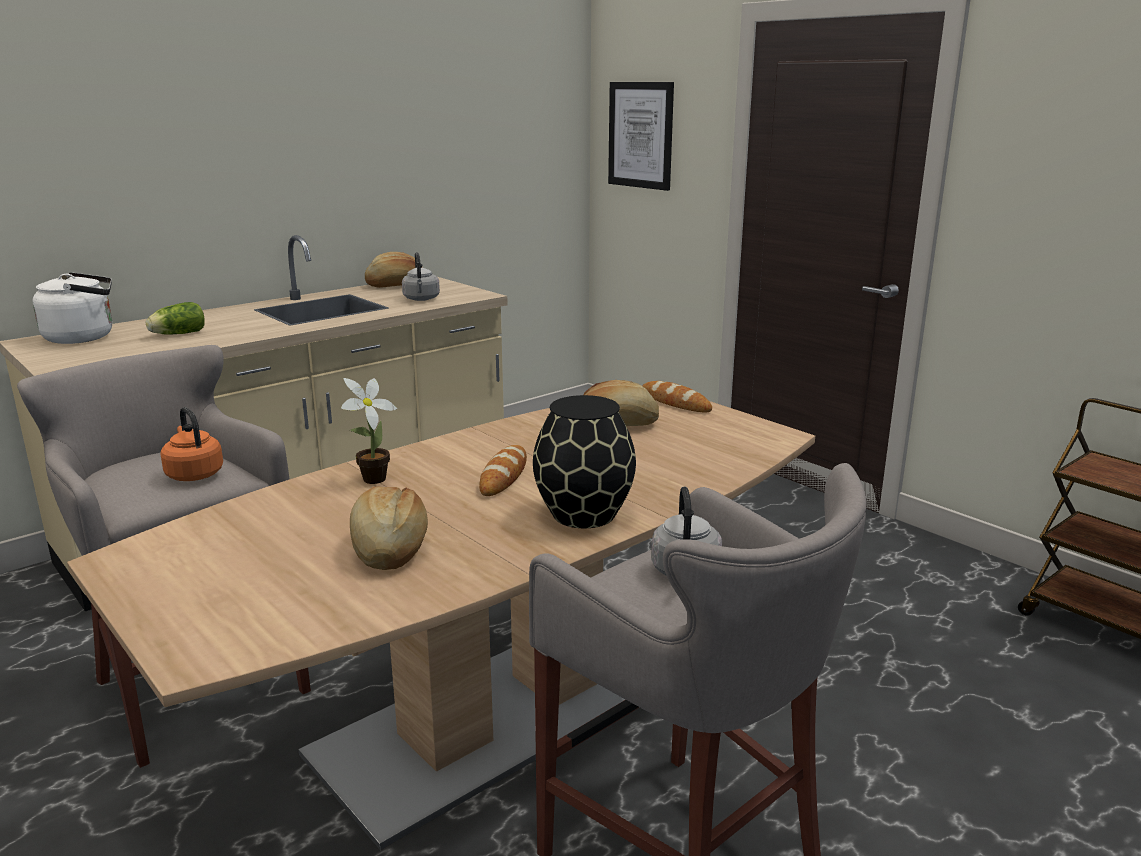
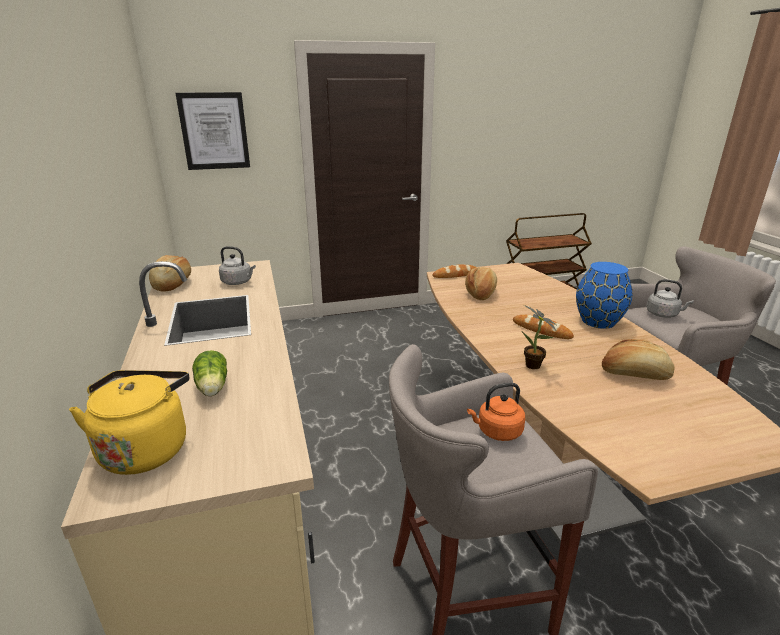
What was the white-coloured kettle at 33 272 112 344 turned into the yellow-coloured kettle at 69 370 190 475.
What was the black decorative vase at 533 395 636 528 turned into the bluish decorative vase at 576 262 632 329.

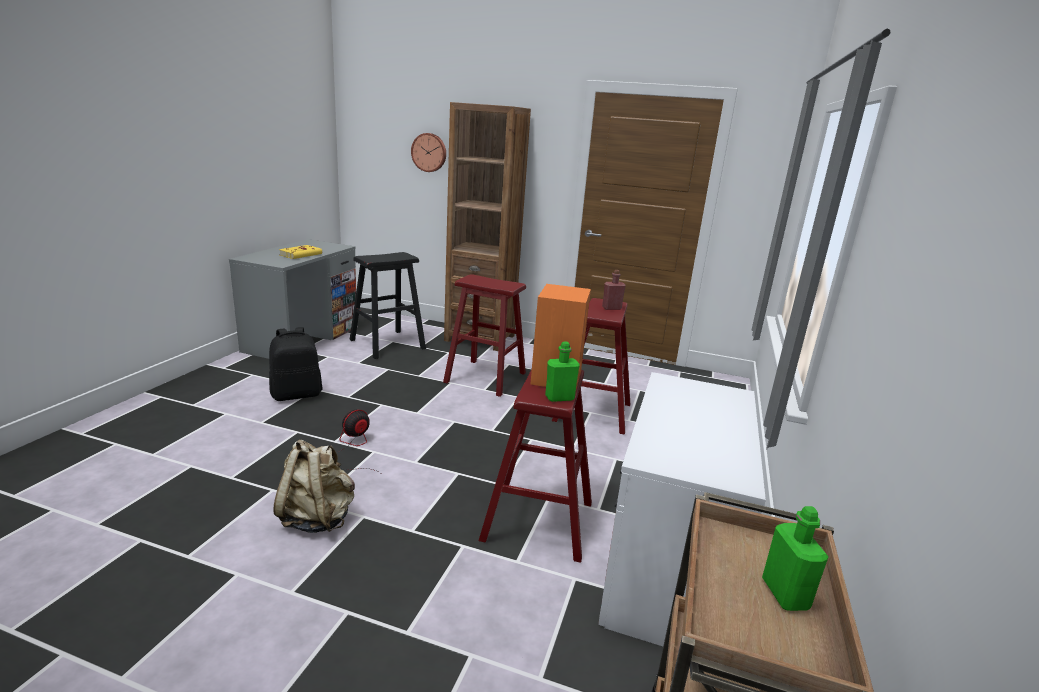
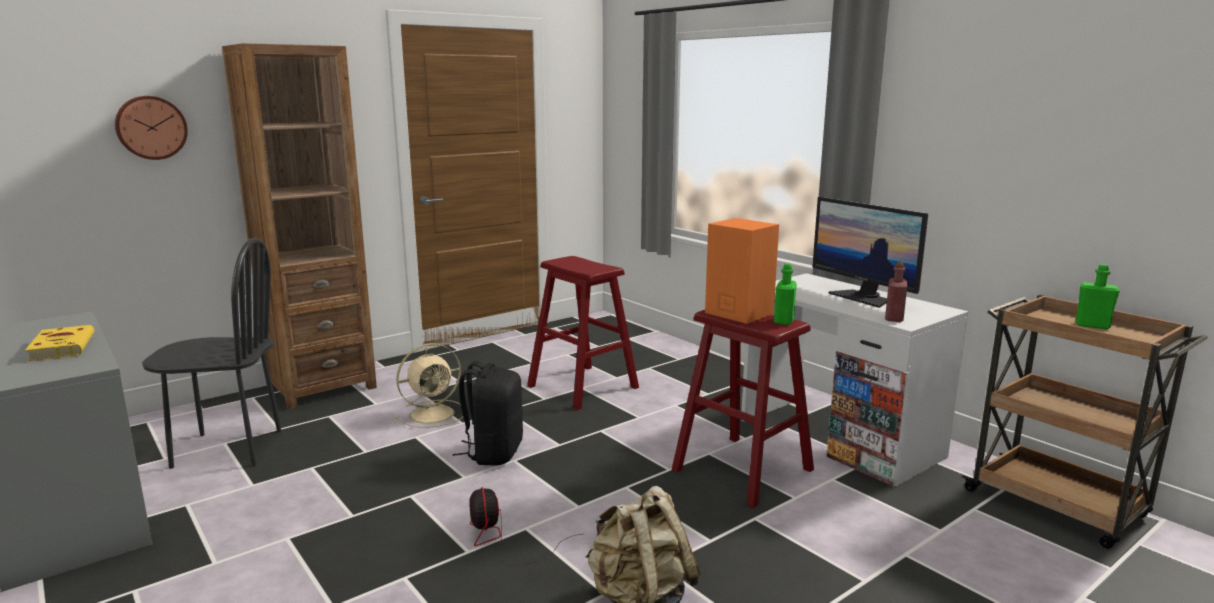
Where the black stool stood at 350 252 426 359, the black plain chair came to stand at 142 237 281 469.
Where the reddish stool stood at 443 274 526 397, the beige electric fan came to stand at 394 343 463 428.
The black backpack ended up elsewhere, having gone from 269 327 323 401 to 453 361 523 466.
The second view gained the computer screen at 812 197 928 308.
The reddish beverage bottle ended up elsewhere, having gone from 602 270 626 310 to 885 262 907 322.

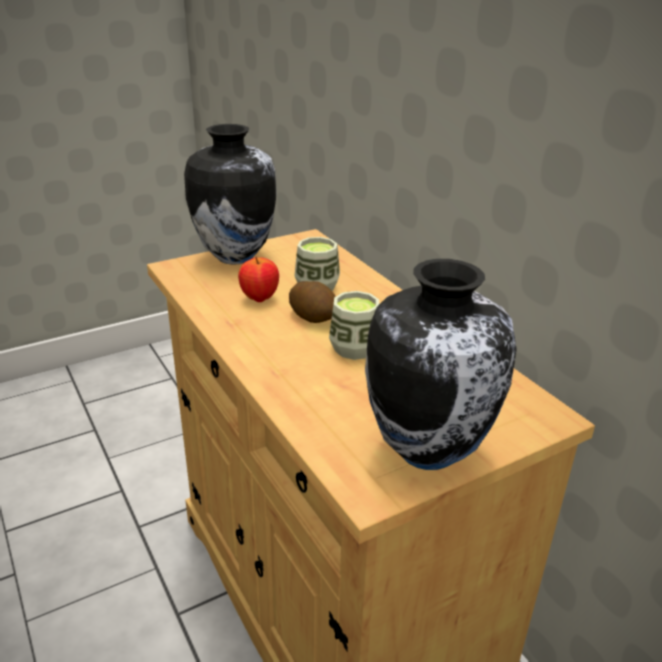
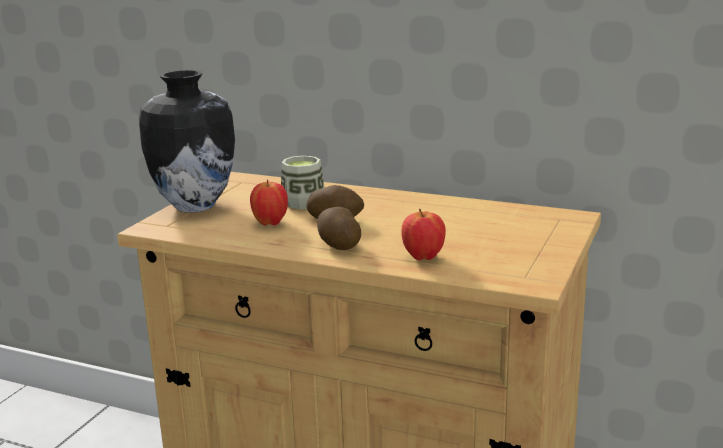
The second view gained the potato at 317 207 361 250.
The second view gained the apple at 401 209 446 260.
The second view lost the small cup at 329 291 379 360.
The second view lost the decorative vase at 365 259 517 470.

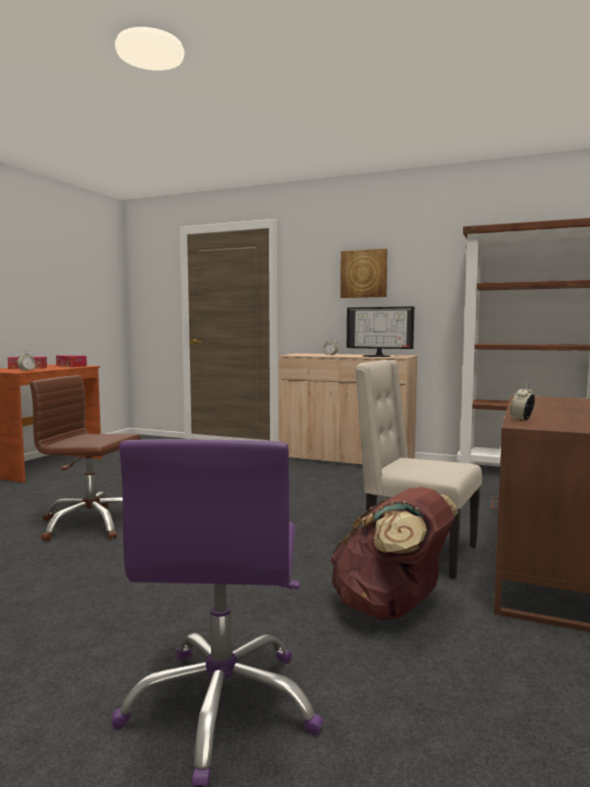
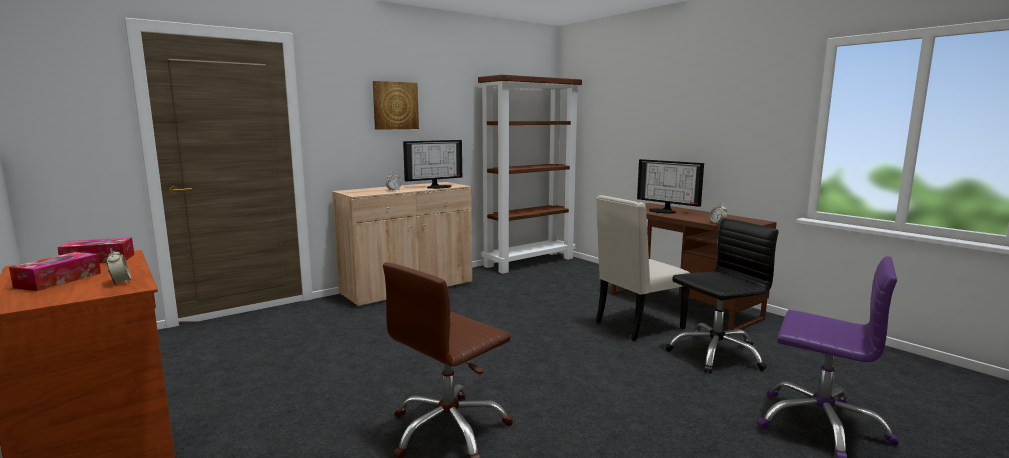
The second view gained the computer screen at 637 159 704 214.
Where the brown-coloured backpack stood at 330 487 458 619, the black computer chair came to stand at 665 218 779 374.

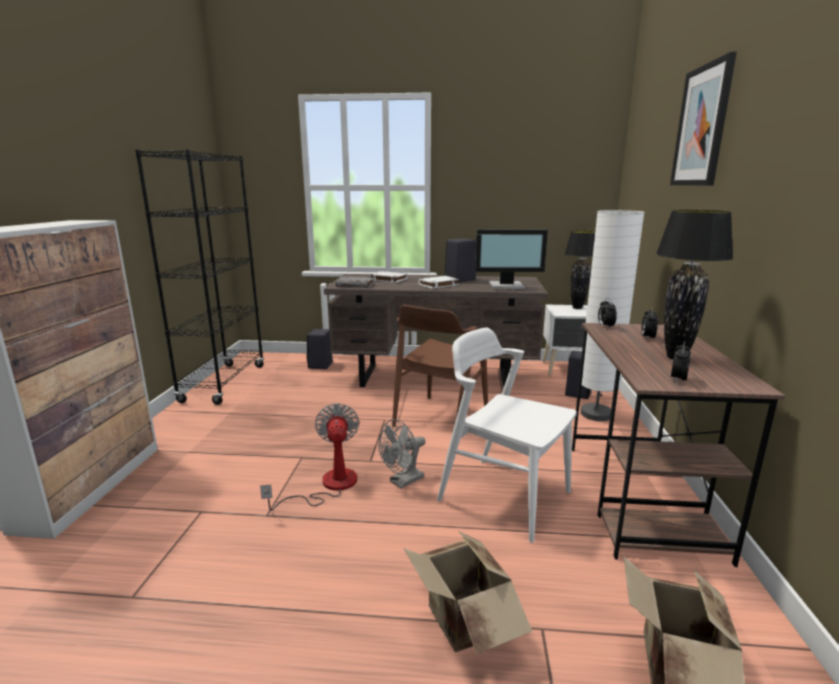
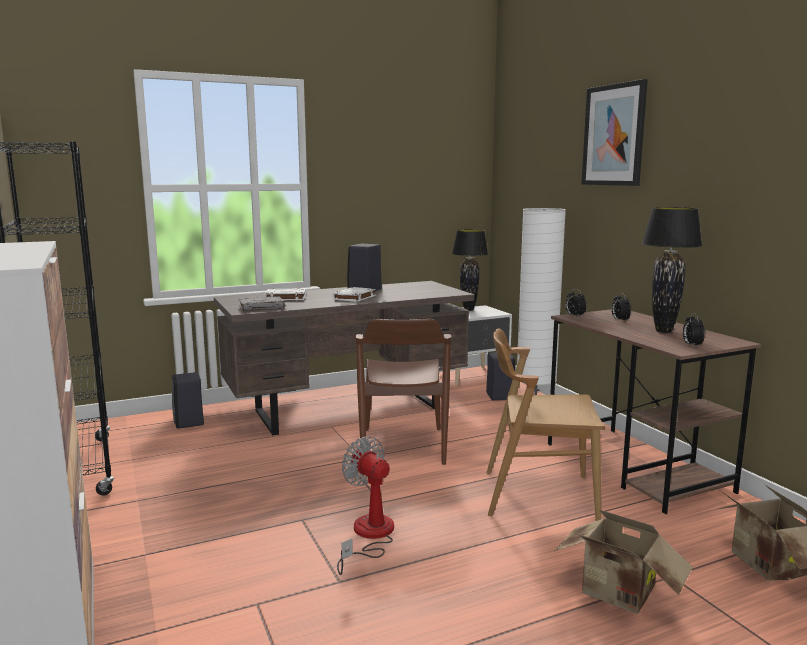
What was the white-coloured plain chair at 437 327 577 543 turned into the brown-coloured plain chair at 486 328 605 521.
The second view lost the grey electric fan at 378 419 426 489.
The second view lost the computer screen at 475 229 548 289.

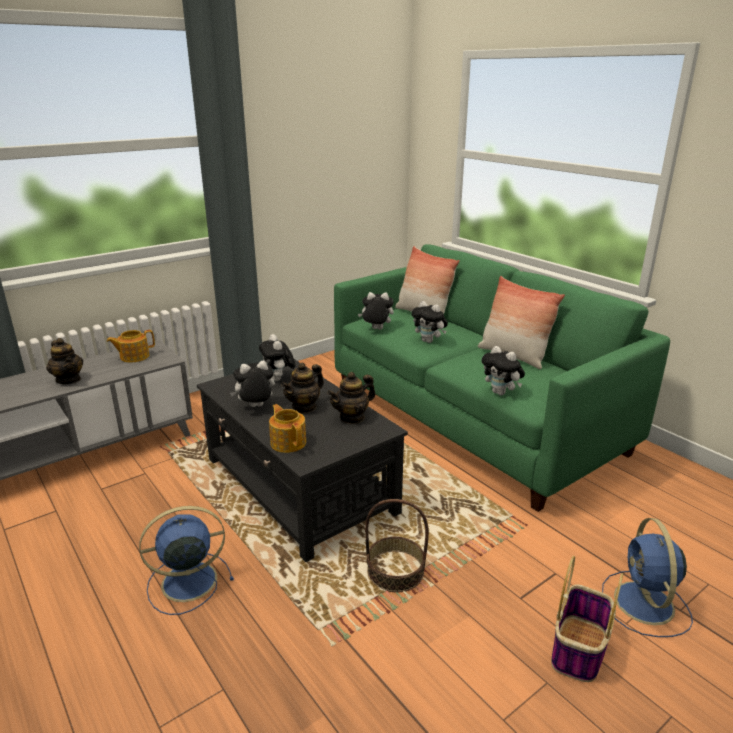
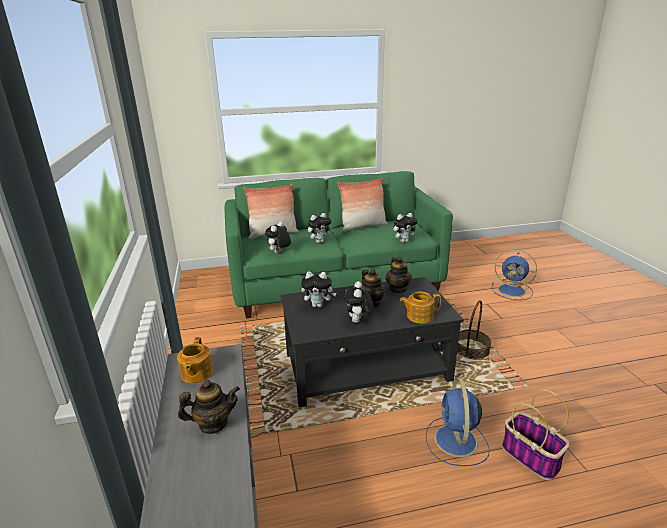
The basket ended up elsewhere, having gone from 551 556 623 682 to 502 389 569 480.

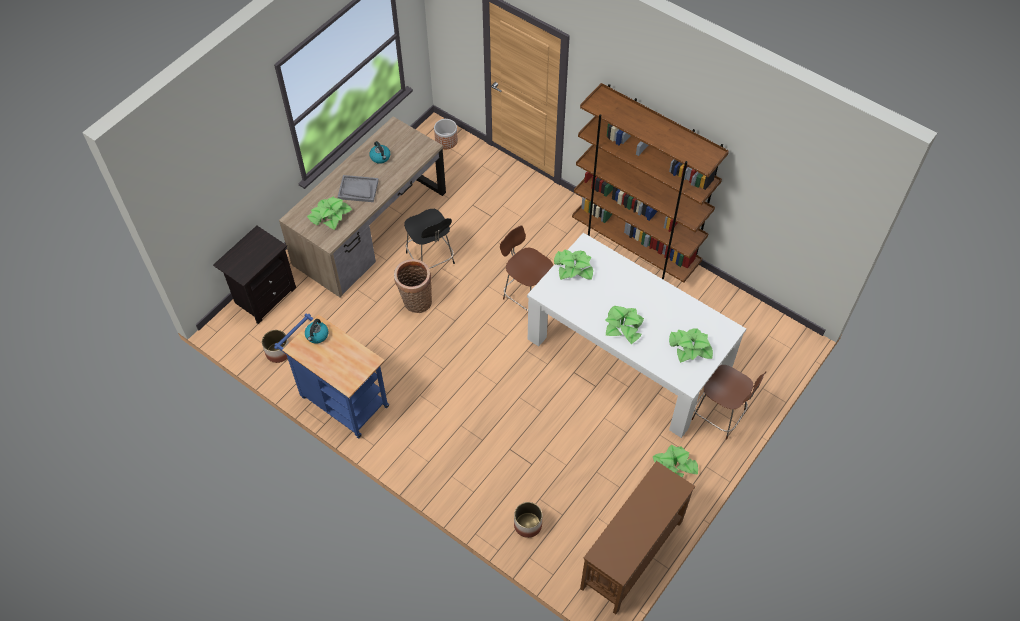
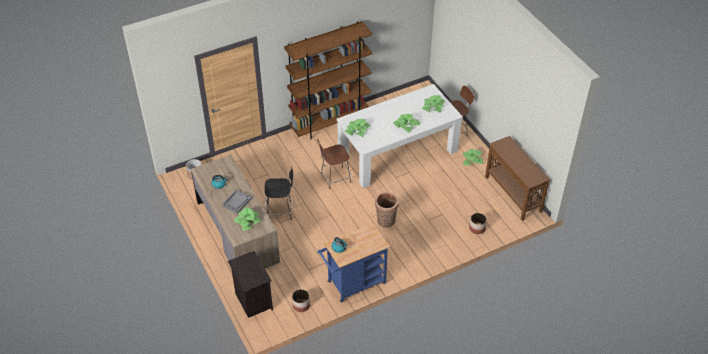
The basket ended up elsewhere, having gone from 394 259 432 313 to 375 192 399 228.

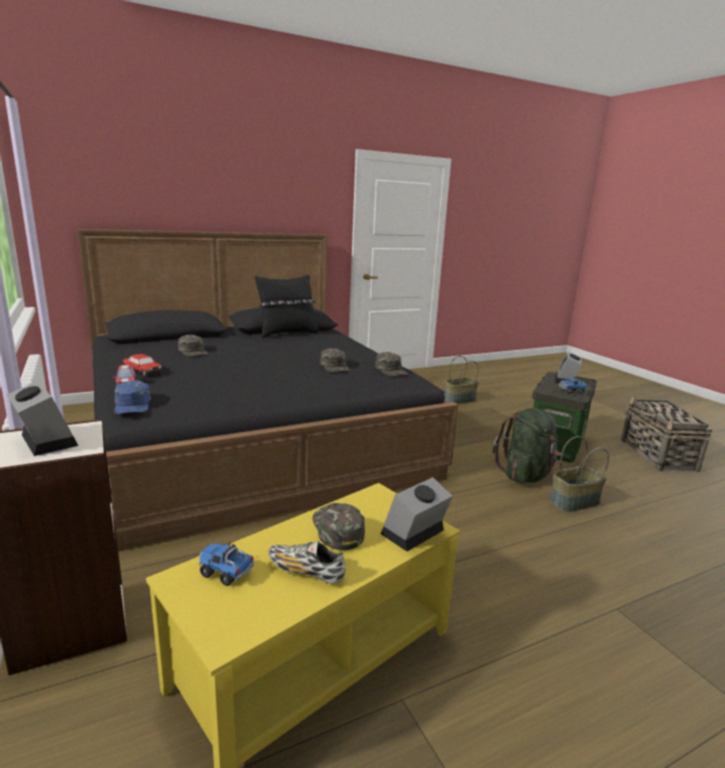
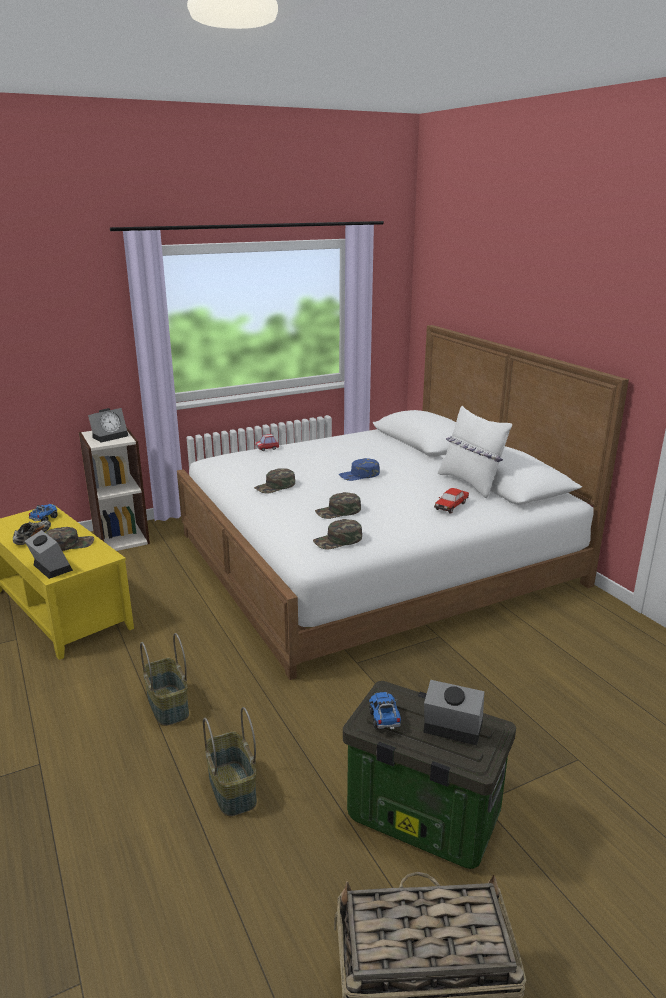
The basket ended up elsewhere, having gone from 444 356 479 404 to 140 633 189 726.
What was the black sleeping bed at 77 229 458 552 turned into the white-coloured sleeping bed at 177 325 629 680.
The greenish cap ended up elsewhere, having gone from 178 335 208 357 to 254 468 295 494.
The bluish cap ended up elsewhere, having gone from 114 380 151 414 to 339 458 380 481.
The miniature car ended up elsewhere, having gone from 123 354 163 377 to 434 488 469 514.
What was the black pillow at 255 275 318 338 turned into the white-coloured pillow at 438 406 512 498.
The second view lost the greenish backpack at 493 408 561 483.

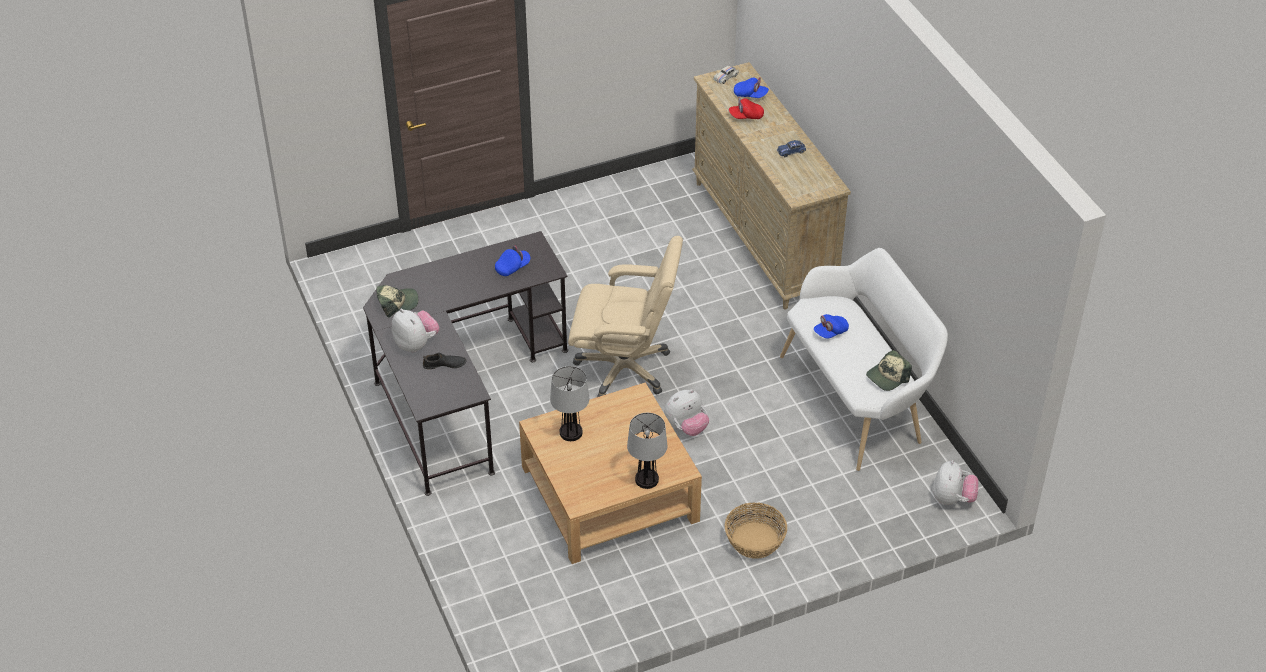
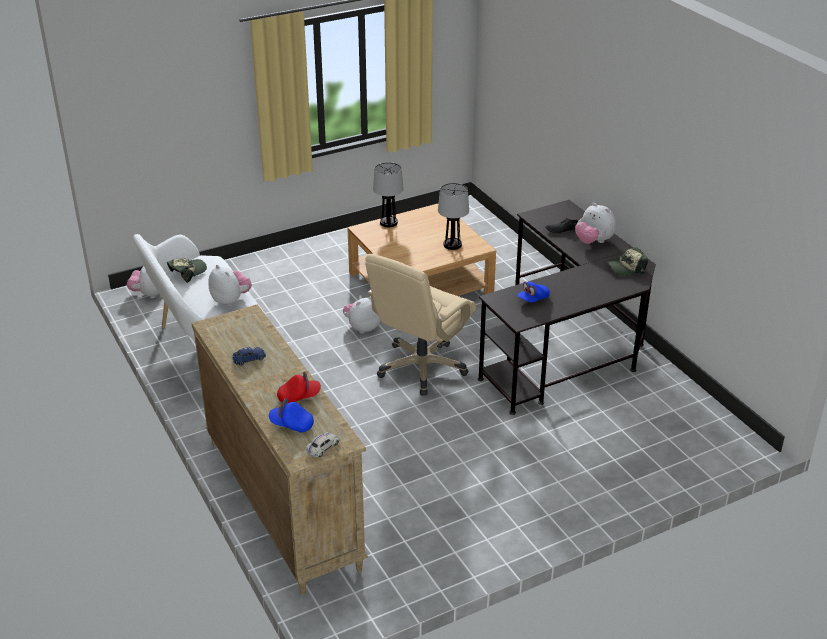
Where the bluish cap stood at 814 314 849 339, the plush toy came to stand at 209 265 252 307.
The beige computer chair at 568 236 683 397 ended up facing another way, 60 degrees counterclockwise from before.
The second view lost the basket at 725 503 787 559.

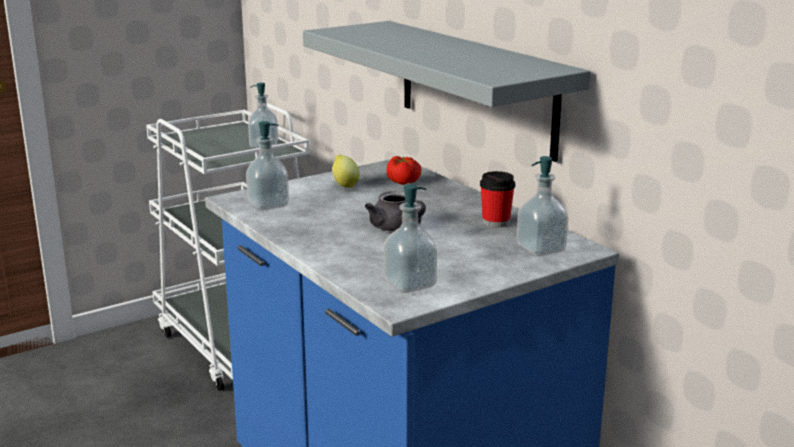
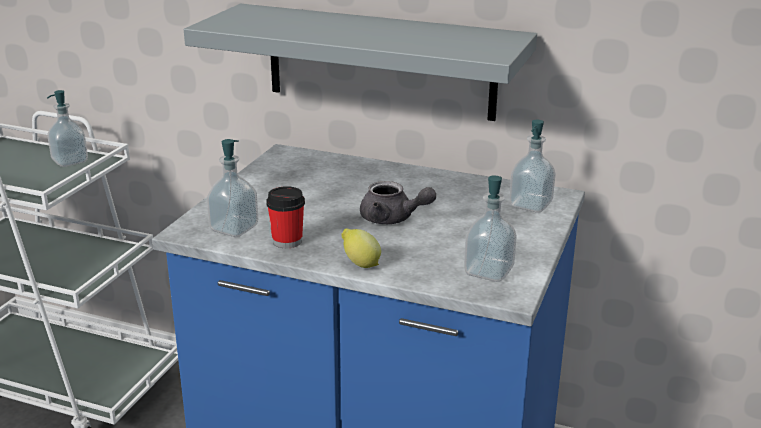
The small cup ended up elsewhere, having gone from 480 171 515 228 to 266 186 305 248.
The lemon ended up elsewhere, having gone from 332 154 360 188 to 341 228 381 268.
The second view lost the fresh tomato at 387 156 421 185.

